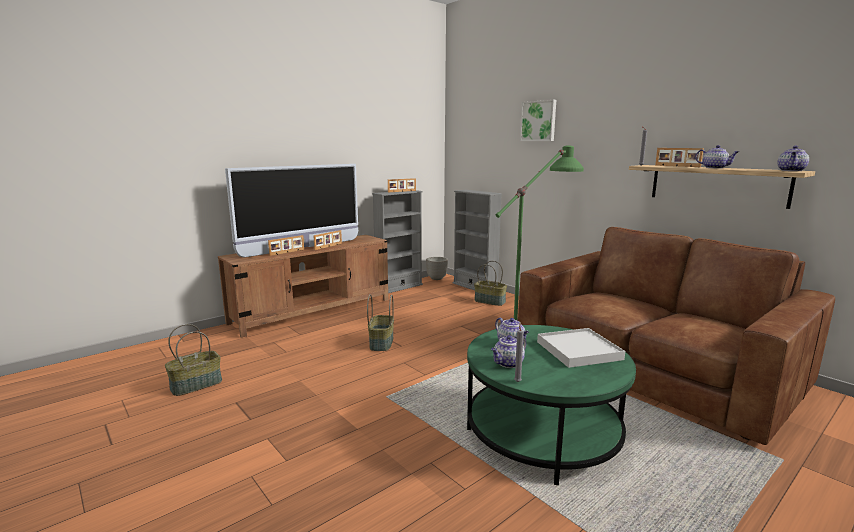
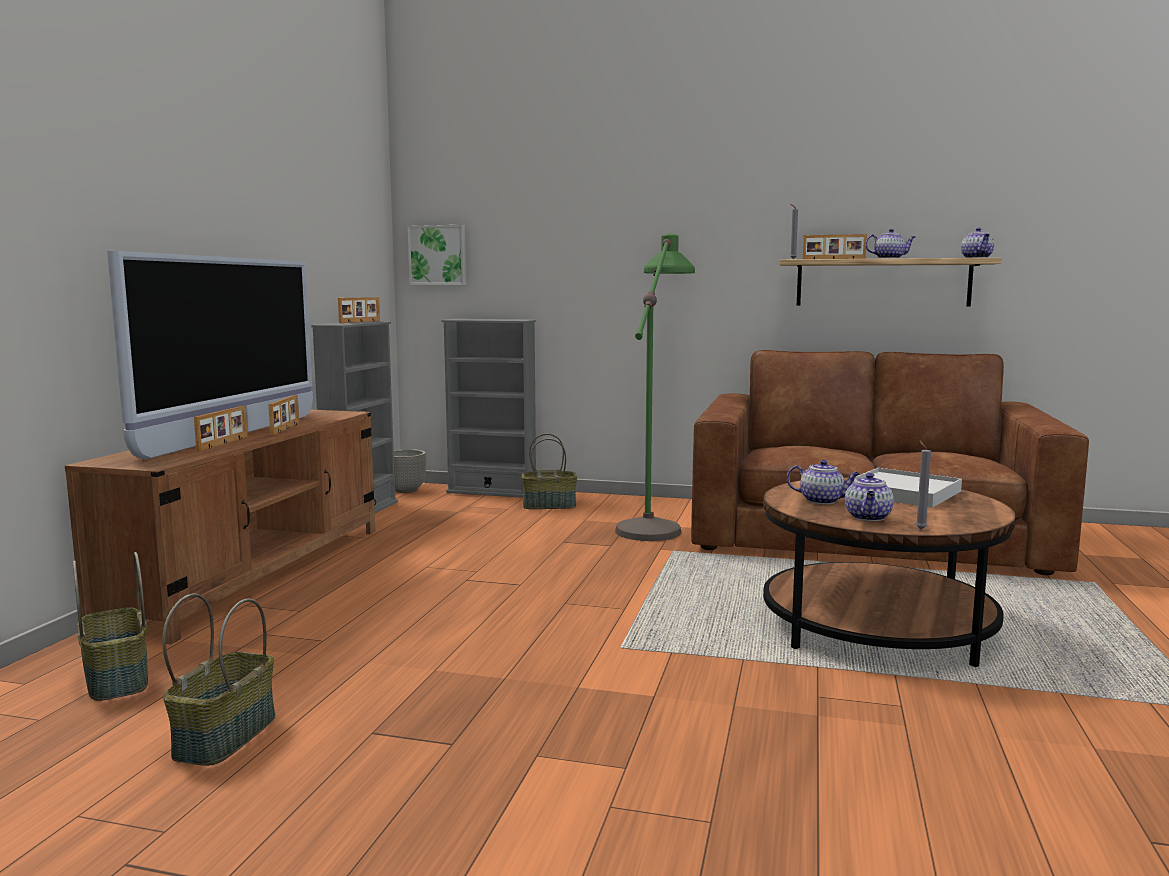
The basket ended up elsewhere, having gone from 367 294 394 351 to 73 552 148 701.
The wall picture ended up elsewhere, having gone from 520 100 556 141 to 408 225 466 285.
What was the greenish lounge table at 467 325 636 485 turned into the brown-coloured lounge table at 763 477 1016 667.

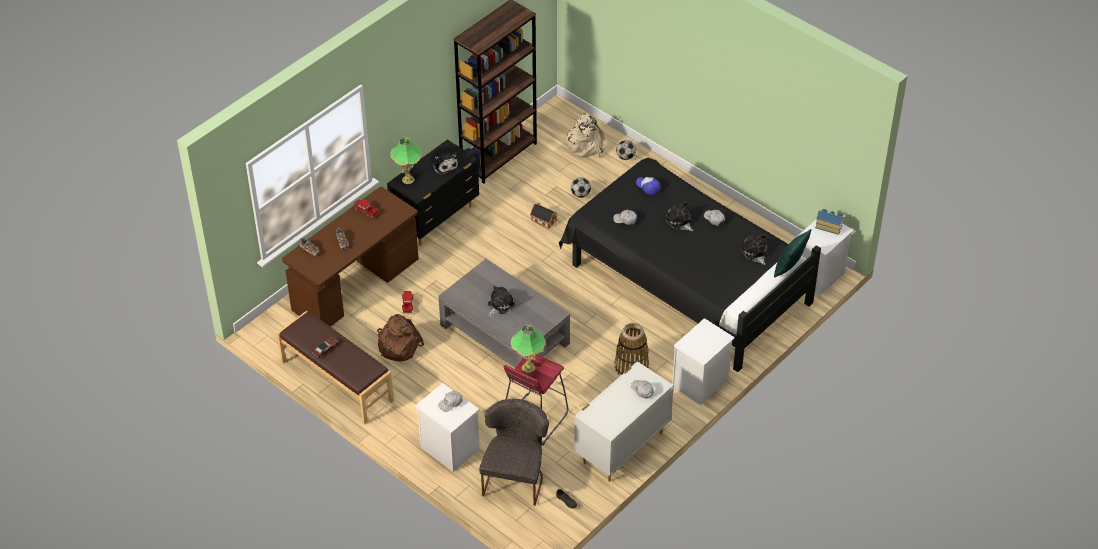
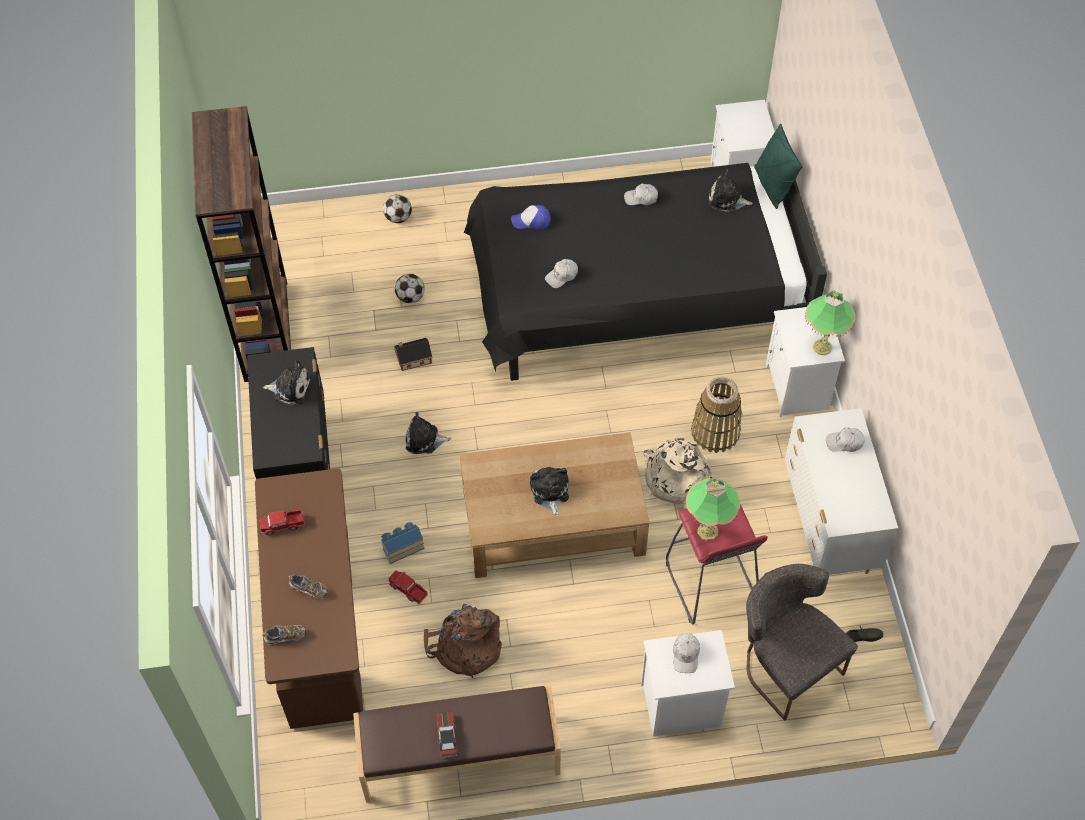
The model house ended up elsewhere, having gone from 815 209 844 235 to 381 522 424 564.
The plush toy ended up elsewhere, having gone from 666 201 693 231 to 406 412 451 454.
What was the grey lounge table at 438 259 570 368 turned into the brown-coloured lounge table at 460 432 649 578.
The beige backpack ended up elsewhere, having gone from 564 113 605 158 to 644 438 712 504.
The tabletop lamp ended up elsewhere, having gone from 390 137 423 184 to 805 290 856 355.

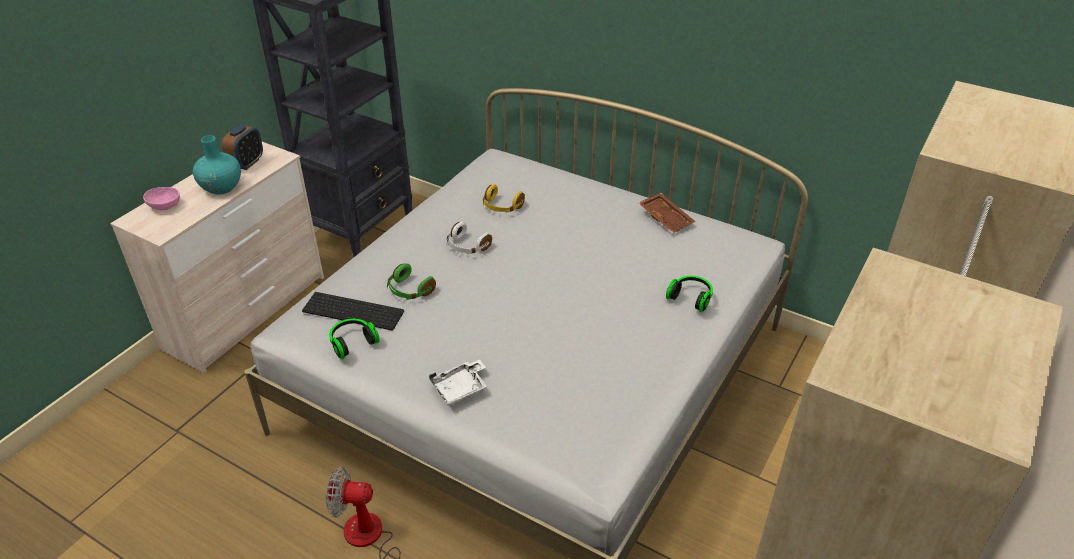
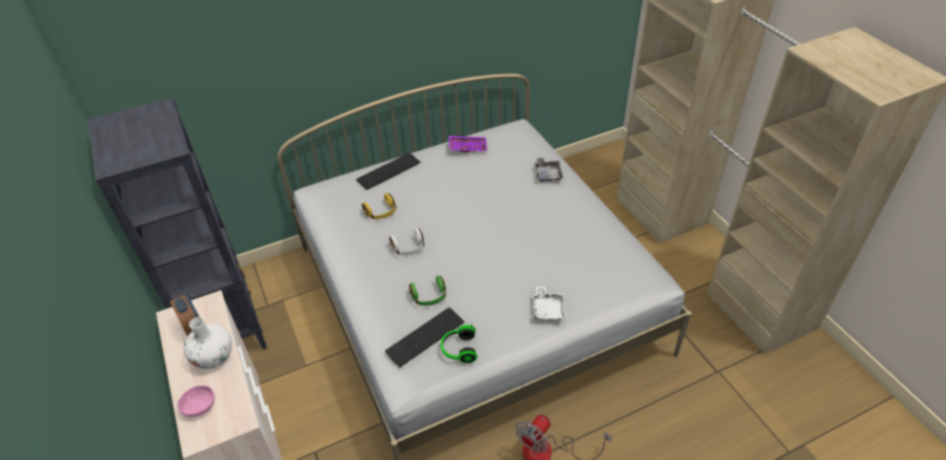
What was the turquoise decorative vase at 193 135 241 194 turned into the white-coloured decorative vase at 183 317 232 369.
The second view gained the keyboard at 356 153 420 190.
What was the brown-coloured carrying tray at 639 193 696 233 turned into the purple-coloured carrying tray at 449 136 487 152.
Where the headphones stood at 666 276 713 313, the grey carrying tray came to stand at 535 158 563 182.

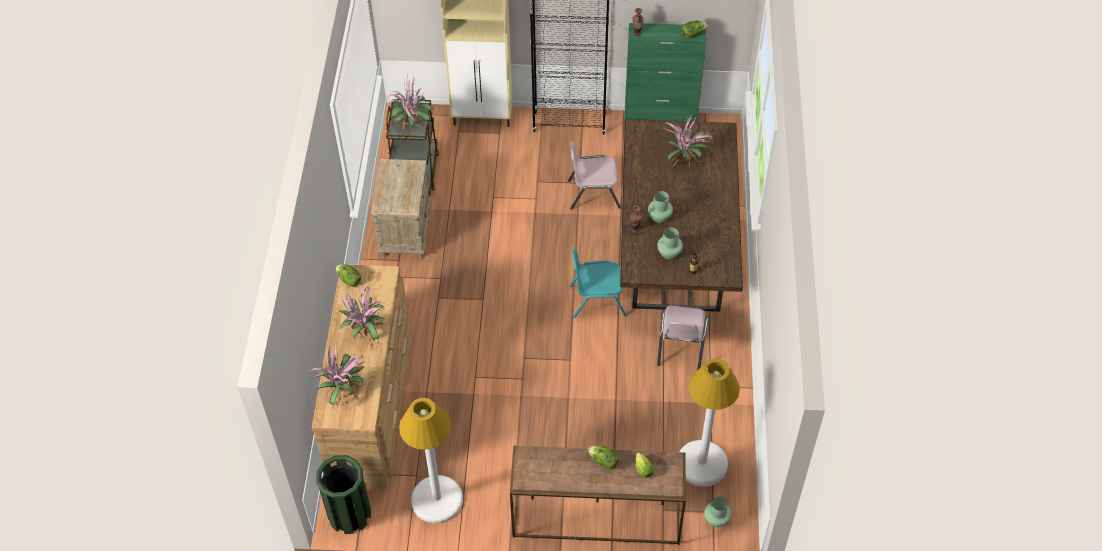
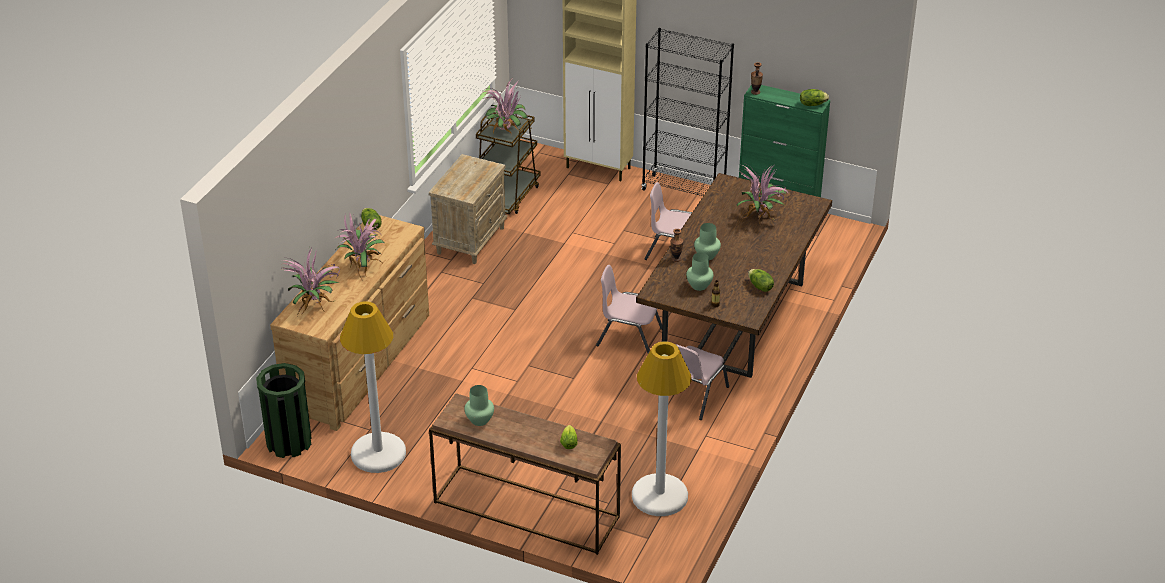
The greenish decorative vase ended up elsewhere, having gone from 704 497 731 527 to 464 385 494 426.
What was the turquoise plain chair at 570 249 627 318 turned into the pink plain chair at 596 265 662 353.
The lettuce head ended up elsewhere, having gone from 588 446 619 469 to 748 269 774 292.

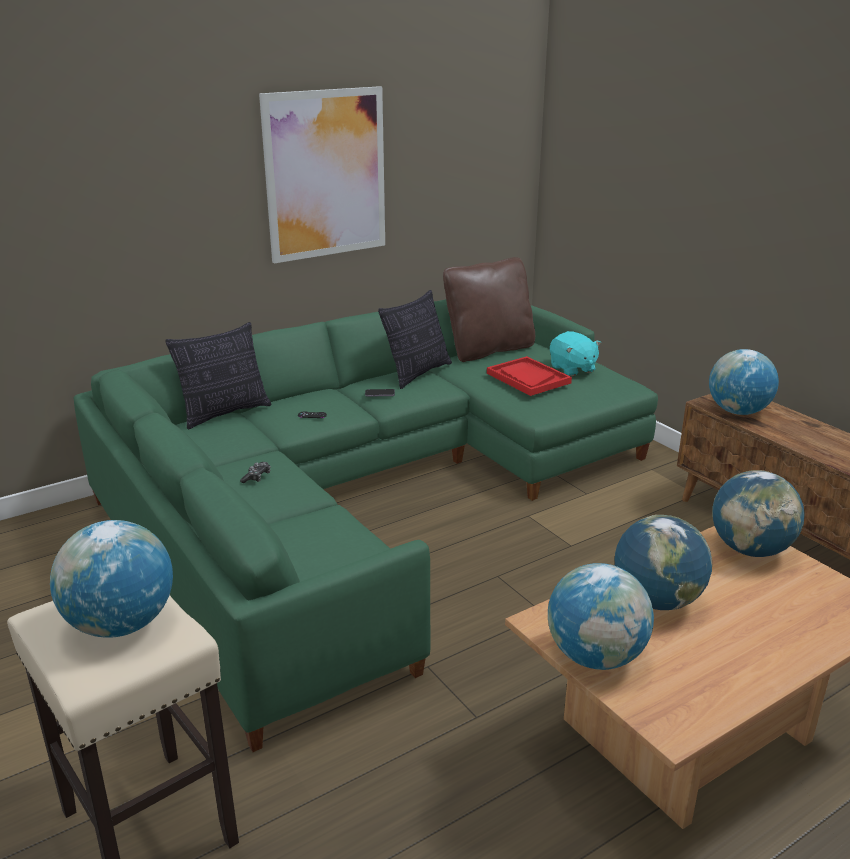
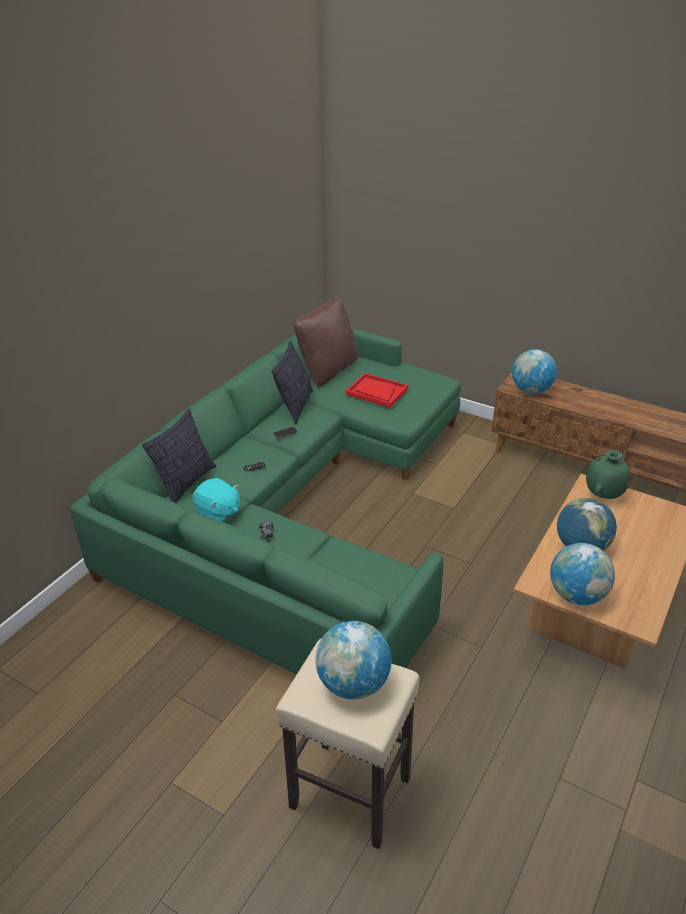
The turquoise plush toy ended up elsewhere, having gone from 550 331 601 377 to 192 478 240 522.
Where the globe stood at 712 470 804 557, the greenish decorative vase came to stand at 586 450 630 499.
The second view lost the wall picture at 259 86 385 263.

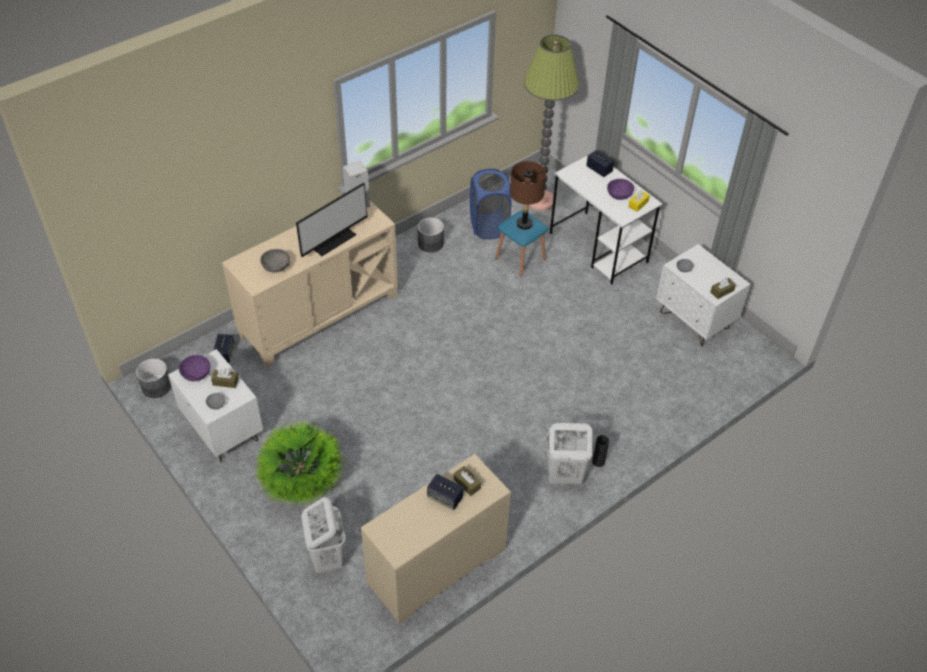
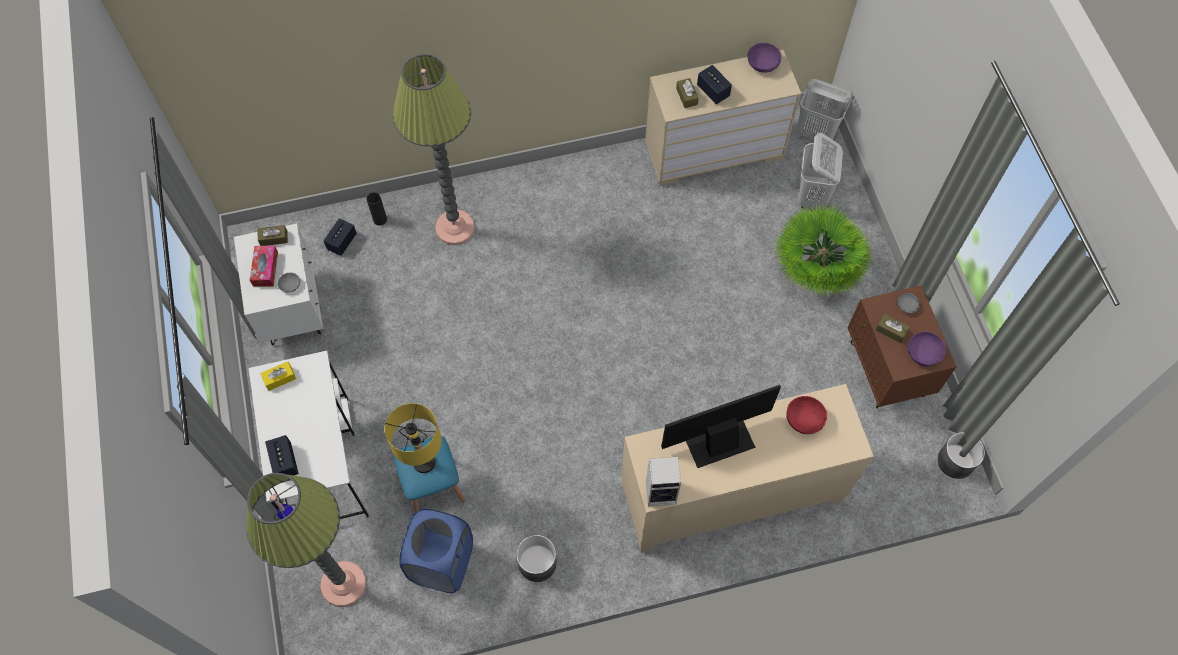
The second view gained the box of tissues at 250 246 278 287.
The speaker ended up elsewhere, having gone from 213 334 234 363 to 323 218 357 256.
The black decorative vase ended up elsewhere, having gone from 592 435 609 467 to 366 192 387 226.
What was the brown-coloured tabletop lamp at 510 161 546 230 turned into the yellow-coloured tabletop lamp at 385 403 441 473.
The second view gained the standard lamp at 393 54 475 245.
The purple-coloured deep dish ended up elsewhere, having gone from 607 179 634 200 to 748 43 782 73.
What was the grey deep dish at 260 249 290 273 turned into the reddish deep dish at 787 396 827 434.
The white-coloured washing basket ended up elsewhere, having gone from 547 423 592 484 to 797 79 853 145.
What was the white-coloured nightstand at 168 349 263 462 turned into the brown-coloured nightstand at 847 285 957 408.

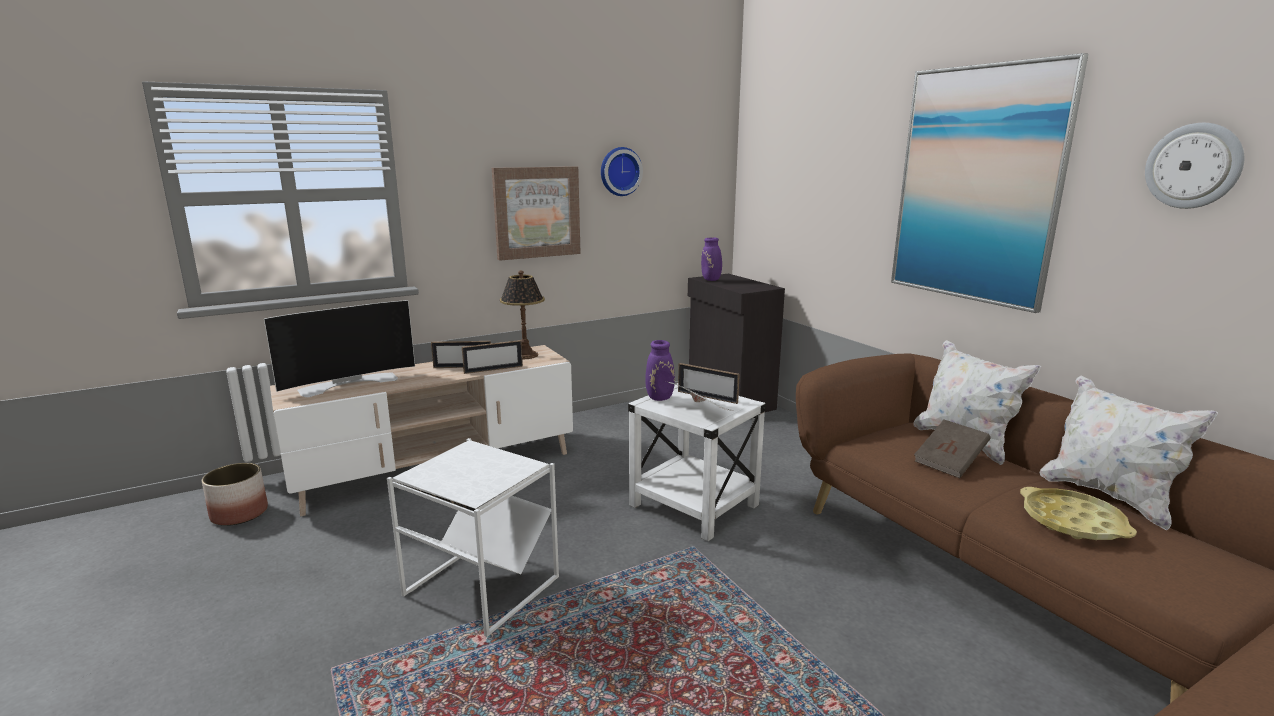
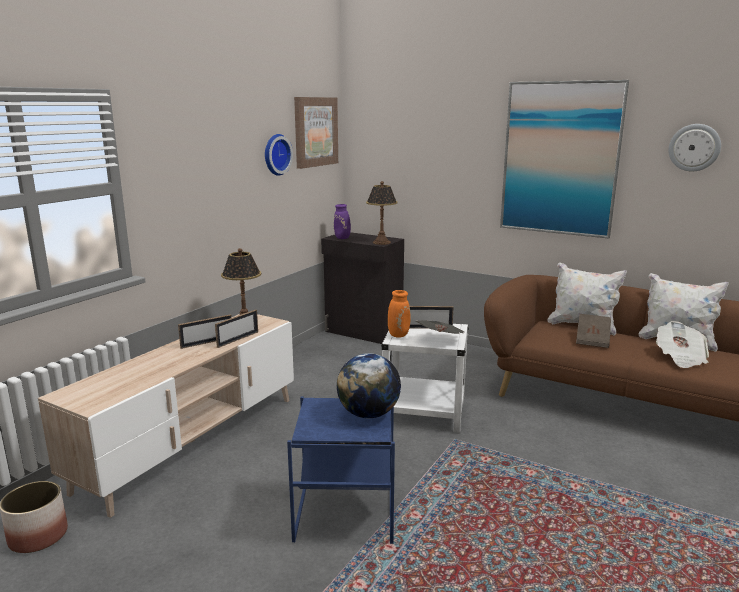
What was the white-coloured end table at 387 438 559 637 turned into the bluish end table at 287 397 395 544.
The wall picture ended up elsewhere, having gone from 492 166 581 261 to 294 97 338 169.
The second view gained the globe at 337 353 401 418.
The second view gained the tabletop lamp at 366 181 397 245.
What was the purple-coloured decorative vase at 645 340 675 401 turned into the orange-coloured decorative vase at 388 290 410 338.
Where the yellow-coloured carrying tray stood at 1020 487 1137 540, the daily paper came to stand at 656 321 709 368.
The second view lost the TV set at 264 300 415 397.

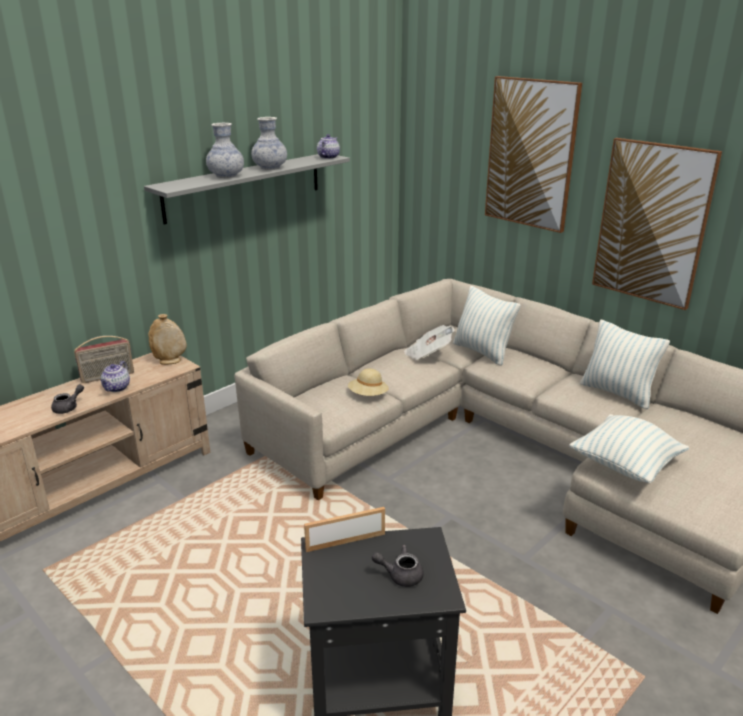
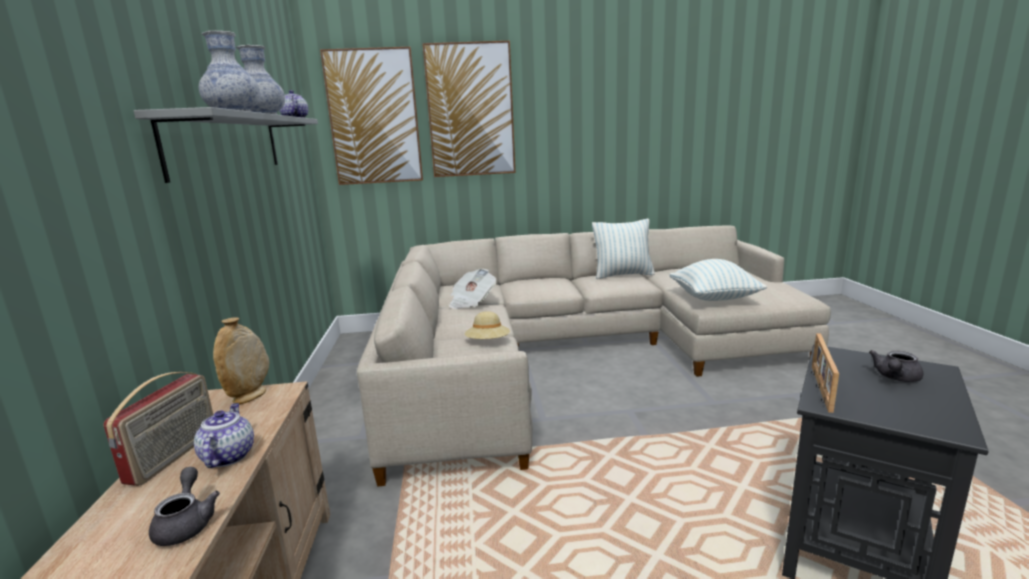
The teapot at 100 361 130 392 ended up facing another way, 150 degrees counterclockwise from before.
The wall picture ended up elsewhere, having gone from 592 138 722 310 to 320 47 423 185.
The second view lost the pillow at 453 286 521 366.

